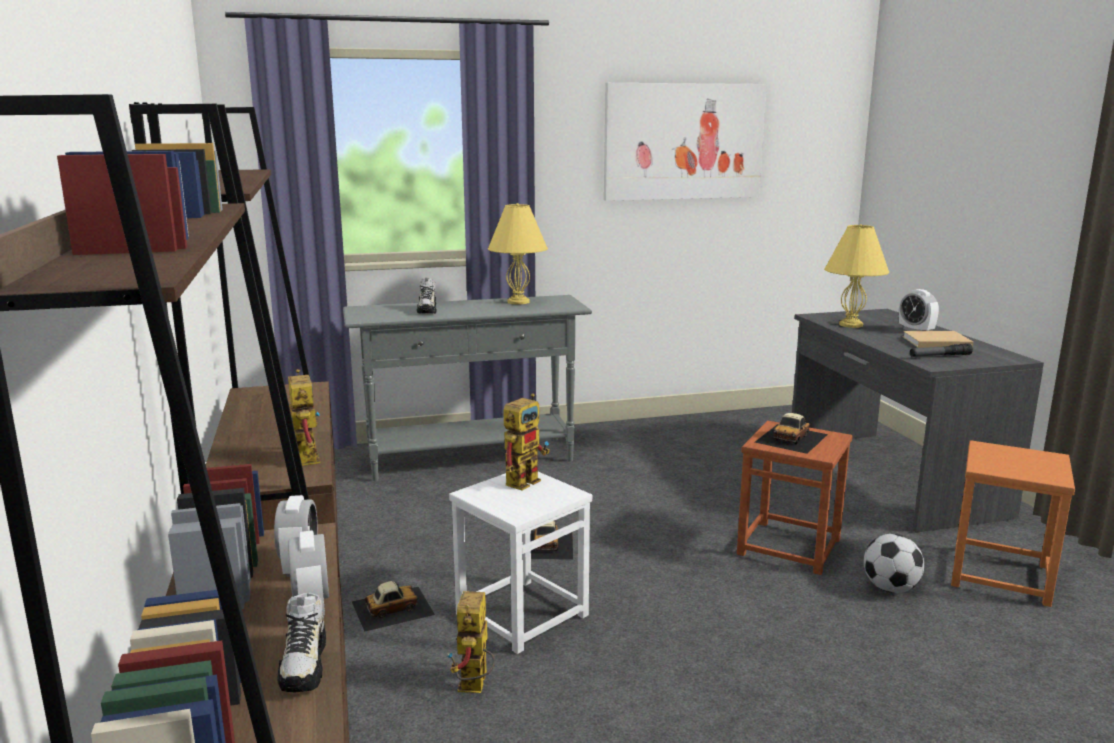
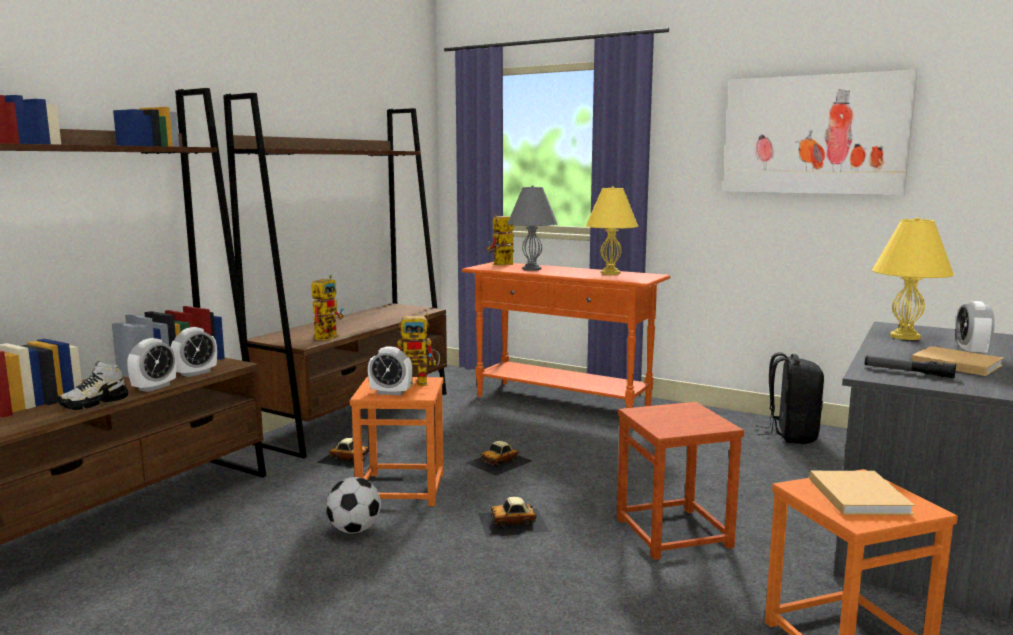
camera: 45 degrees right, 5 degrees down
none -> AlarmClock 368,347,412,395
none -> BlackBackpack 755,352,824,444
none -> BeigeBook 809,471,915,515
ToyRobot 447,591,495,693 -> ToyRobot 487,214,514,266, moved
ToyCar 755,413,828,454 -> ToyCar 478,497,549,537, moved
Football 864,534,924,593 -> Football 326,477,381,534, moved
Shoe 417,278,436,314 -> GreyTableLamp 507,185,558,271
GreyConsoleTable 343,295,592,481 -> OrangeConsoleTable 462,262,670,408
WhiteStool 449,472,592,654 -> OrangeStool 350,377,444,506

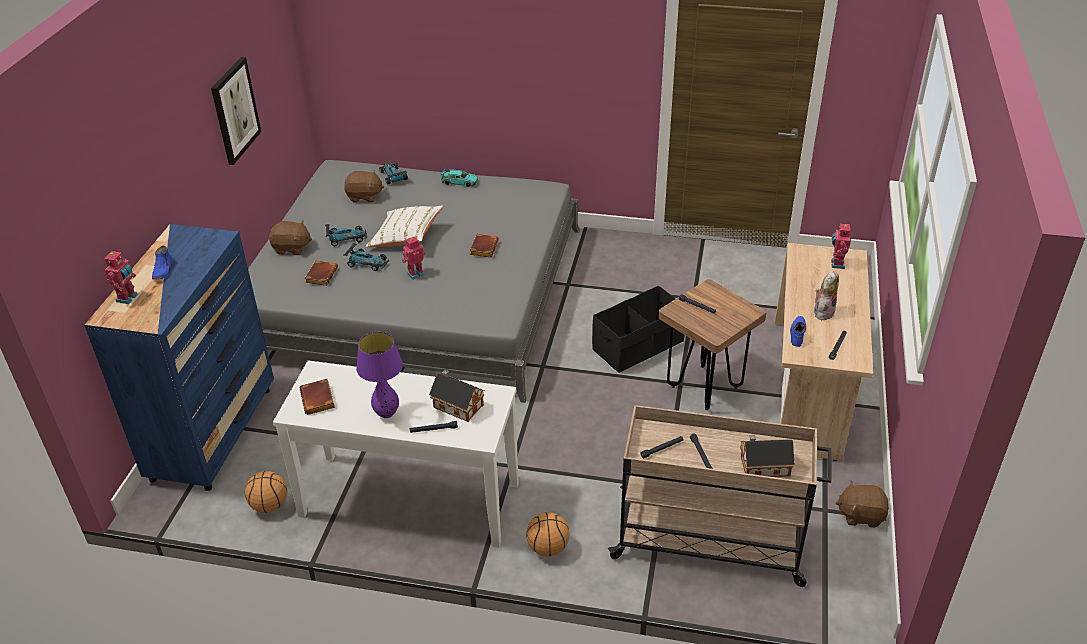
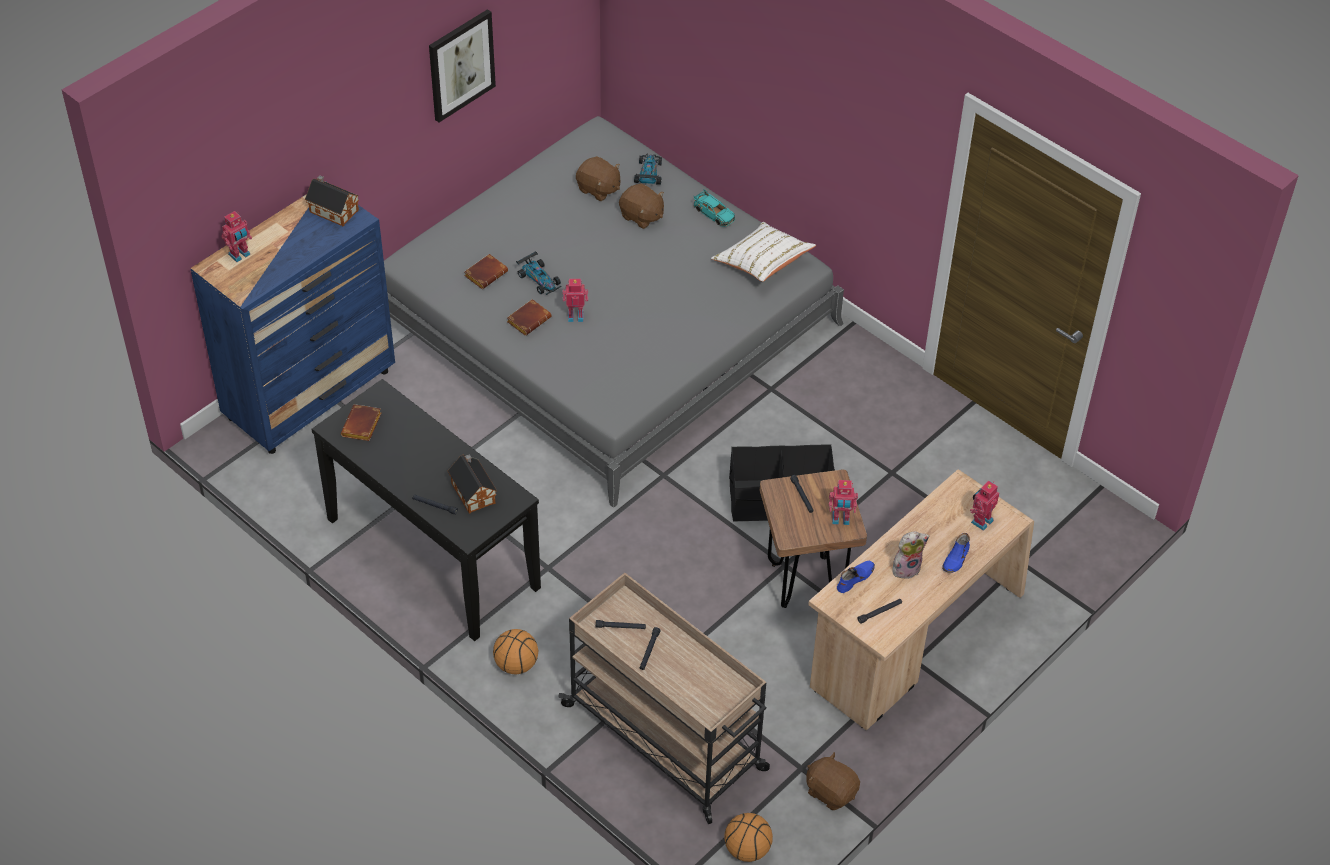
camera: 30 degrees right, 10 degrees up
ToyCar 325,224,367,246 -> none
PurpleTableLamp 356,332,403,418 -> none
none -> ToyRobot 829,480,858,525
BlueShoe 152,246,173,280 -> BlueShoe 942,533,970,573, moved
Basketball 245,471,287,513 -> Basketball 724,813,773,862, moved
BrownPlushToy 269,220,312,255 -> BrownPlushToy 619,183,664,229, moved
WhitePillow 366,205,443,247 -> WhitePillow 711,222,816,282, moved
BrownBook 470,234,499,258 -> BrownBook 507,299,552,336, moved
ToyHouse 740,435,795,477 -> ToyHouse 305,175,359,226, moved
WhiteConsoleTable 273,360,519,548 -> BlackConsoleTable 311,379,541,641

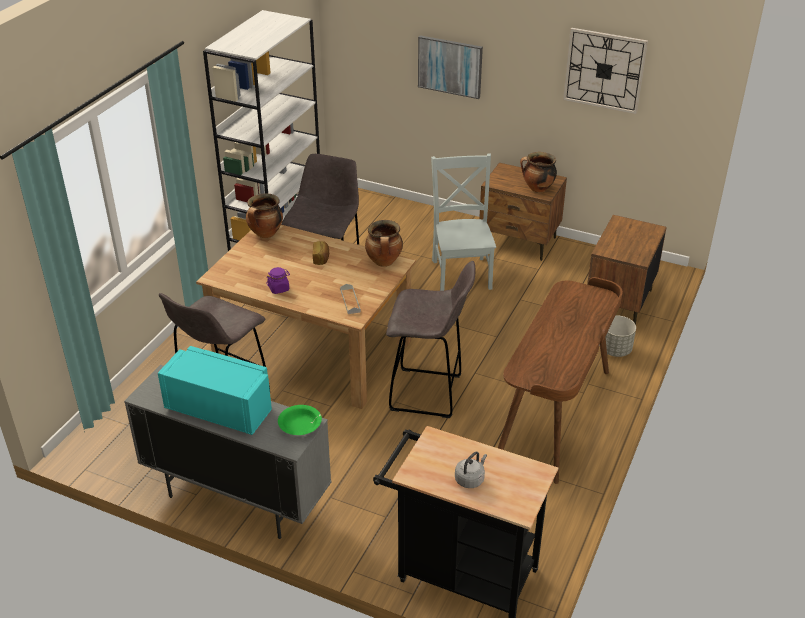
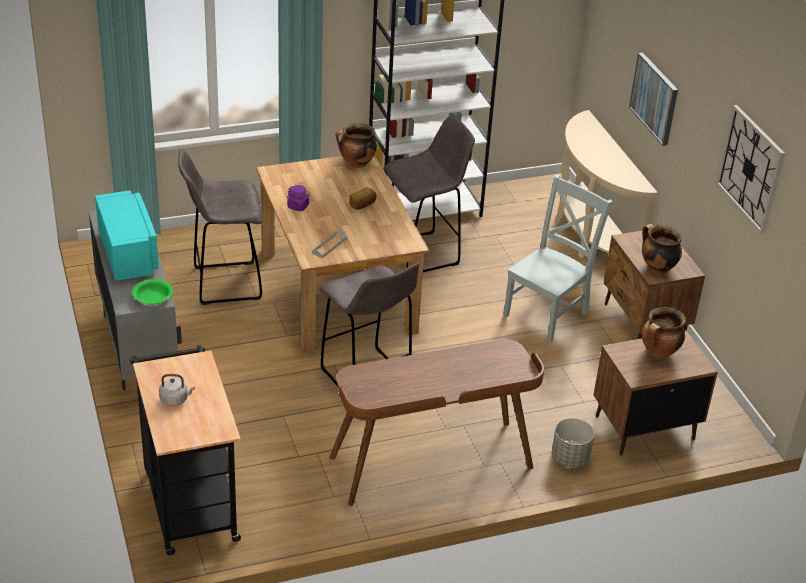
camera: 45 degrees right, 0 degrees up
none -> BeigeConsoleTable 555,110,658,258
CookingPot 365,220,403,267 -> CookingPot 642,307,686,359, moved

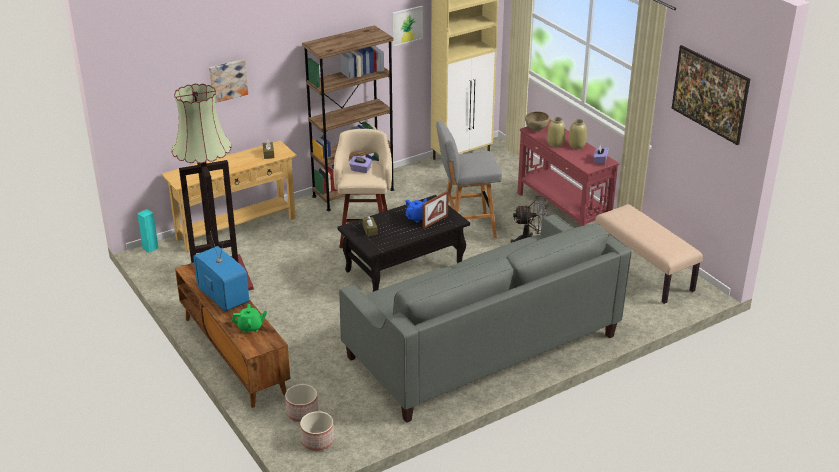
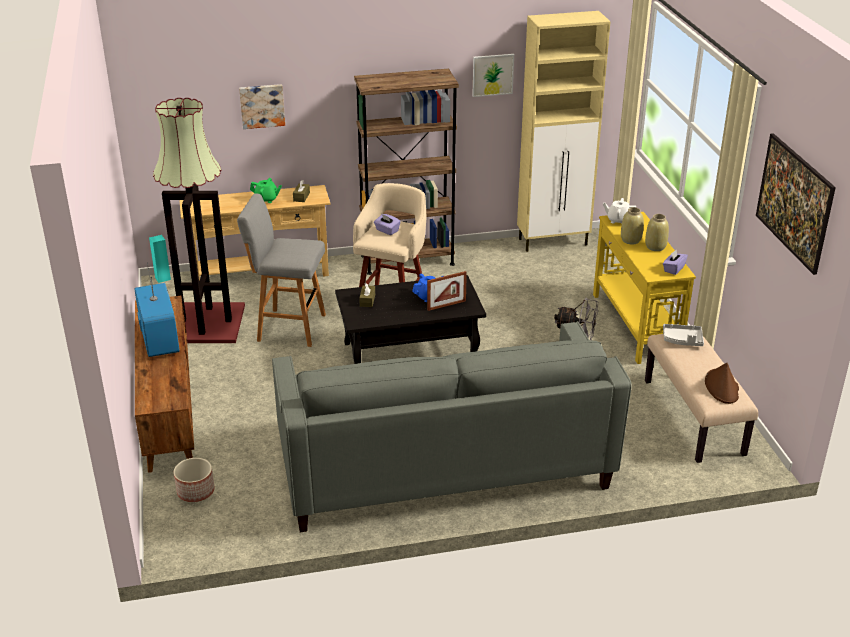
camera: 20 degrees right, 0 degrees up
Planter 300,411,334,451 -> none
none -> GreyTray 663,324,704,346
none -> BrownHat 705,363,739,404
GreenTeapot 232,304,267,333 -> GreenTeapot 250,178,282,203, moved
GreyStool 436,121,502,238 -> GreyStool 237,193,326,347, moved
BrownBowl 525,111,550,131 -> WhiteTeapot 603,198,636,224
RedConsoleTable 517,119,619,227 -> YellowConsoleTable 593,212,696,364

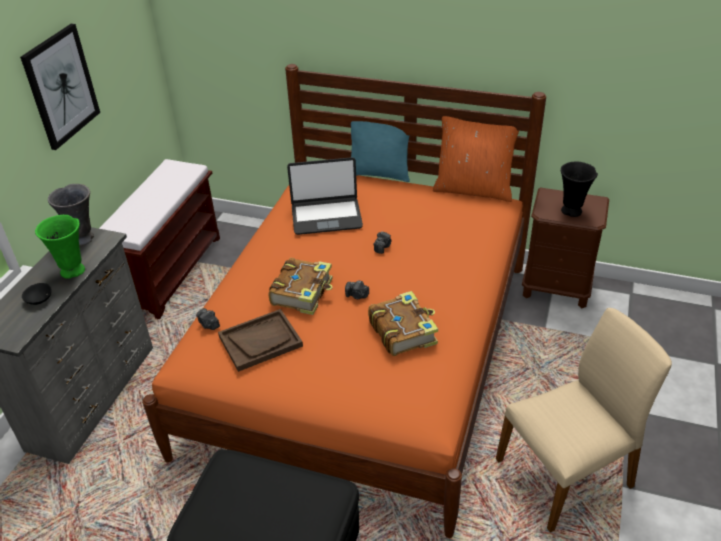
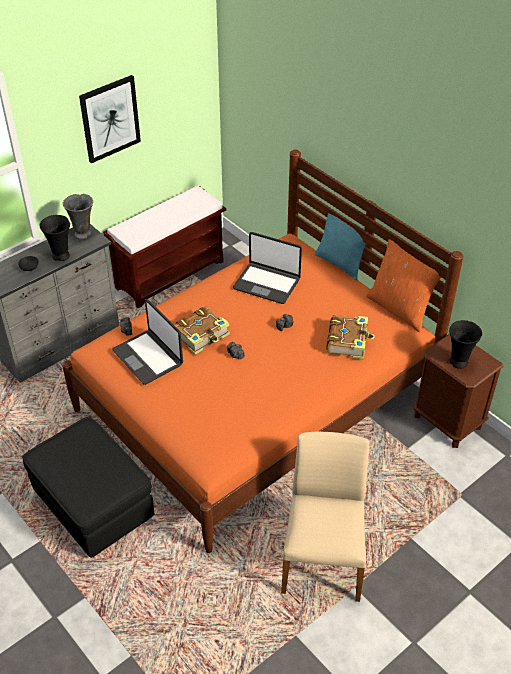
camera: 30 degrees right, 5 degrees up
Book 368,291,438,356 -> Book 327,314,375,360, moved
BrownTray 218,309,303,372 -> Laptop 112,299,183,385
GreenVase 35,215,85,279 -> BlackVase 40,215,70,261
BeigeChair 496,308,672,532 -> BeigeChair 281,431,370,602, 90 degrees counterclockwise

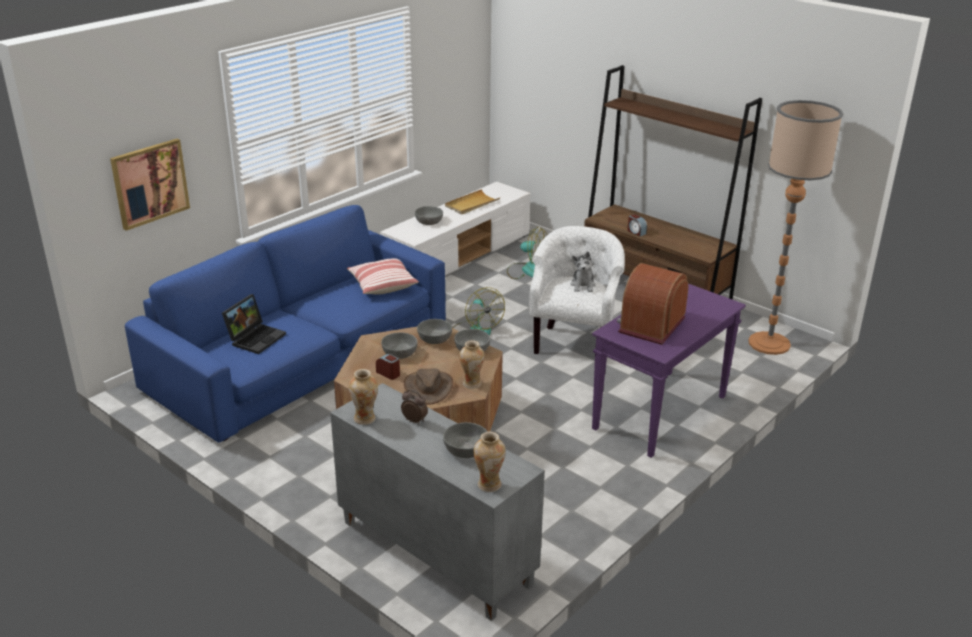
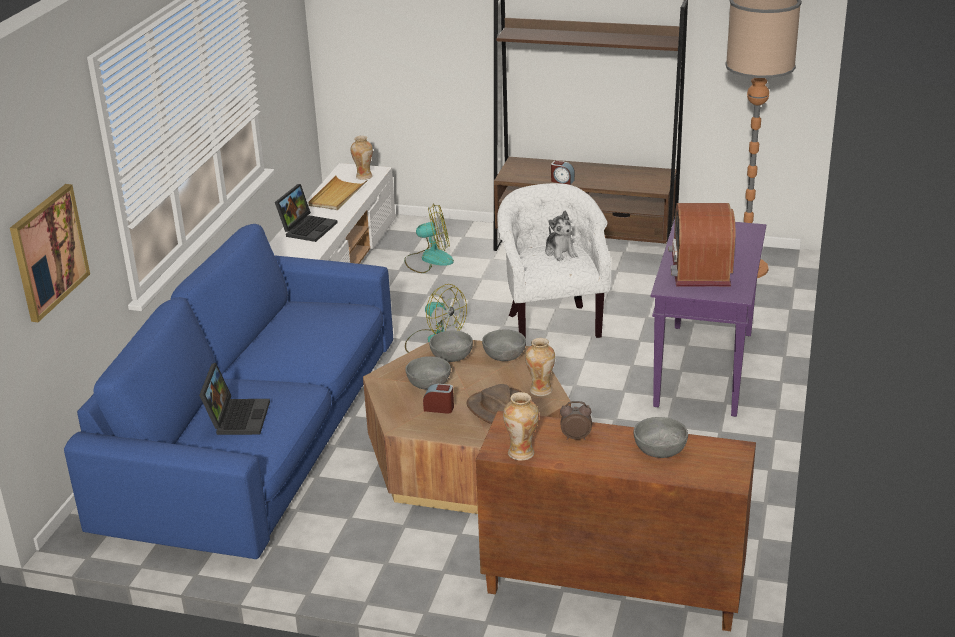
camera: 25 degrees left, 0 degrees up
Pillow 347,258,419,295 -> none
Vase 473,431,506,492 -> Vase 351,136,373,180, moved
GreyBowl 415,206,443,225 -> Laptop 275,184,338,242
GreyCabinet 330,383,545,621 -> BrownCabinet 476,411,756,631

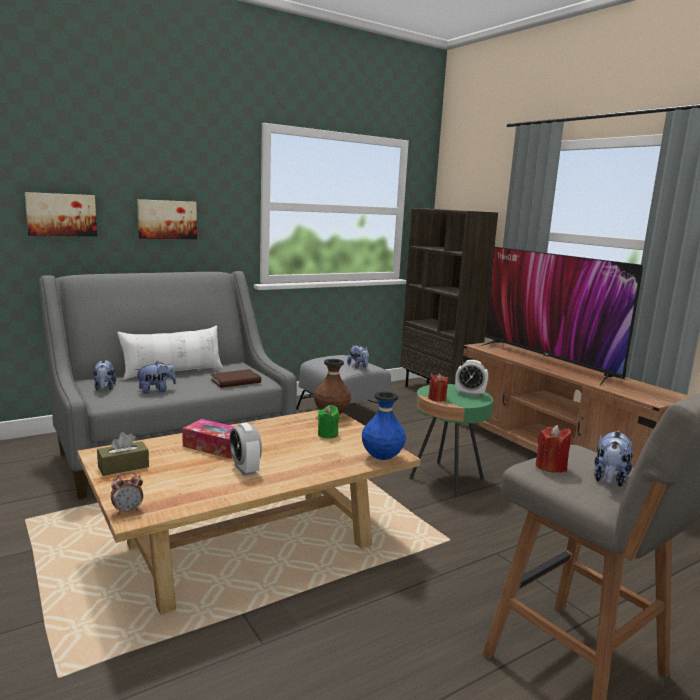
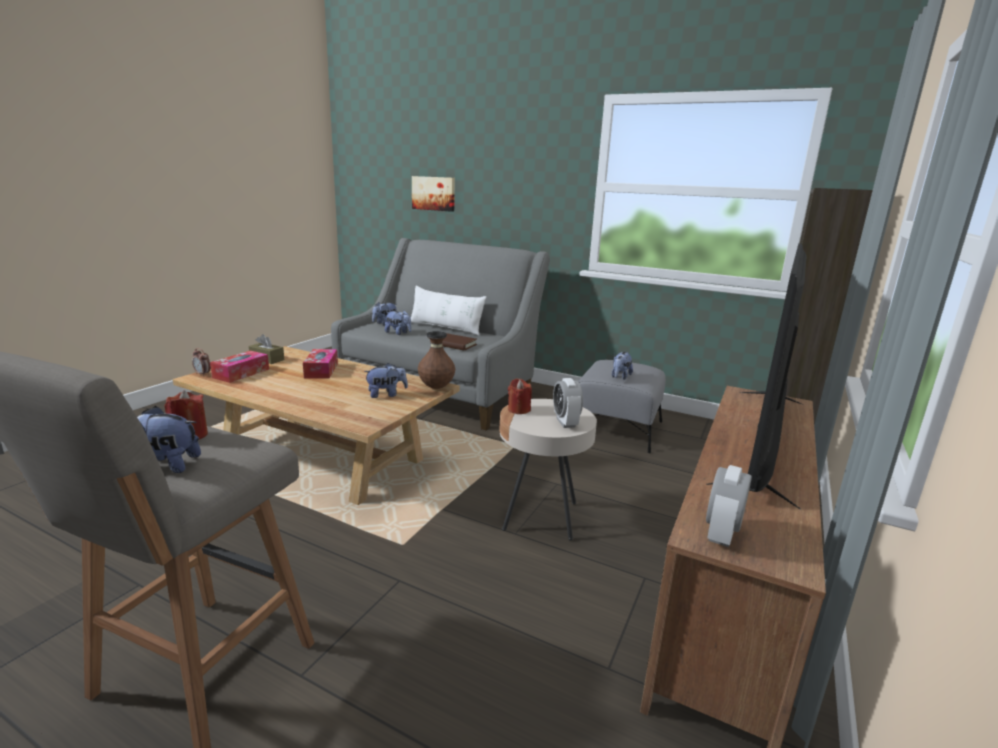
camera: 60 degrees right, 5 degrees up
Picture 137,199,197,239 -> none
BlueVase 362,392,406,460 -> none
none -> TissueBox 210,350,269,383
AlarmClock 230,423,262,476 -> AlarmClock 706,465,752,547, moved
GreenCandle 318,405,339,438 -> PlushToy 364,363,408,398
GreenSideTable 409,384,493,497 -> BeigeSideTable 499,399,597,541

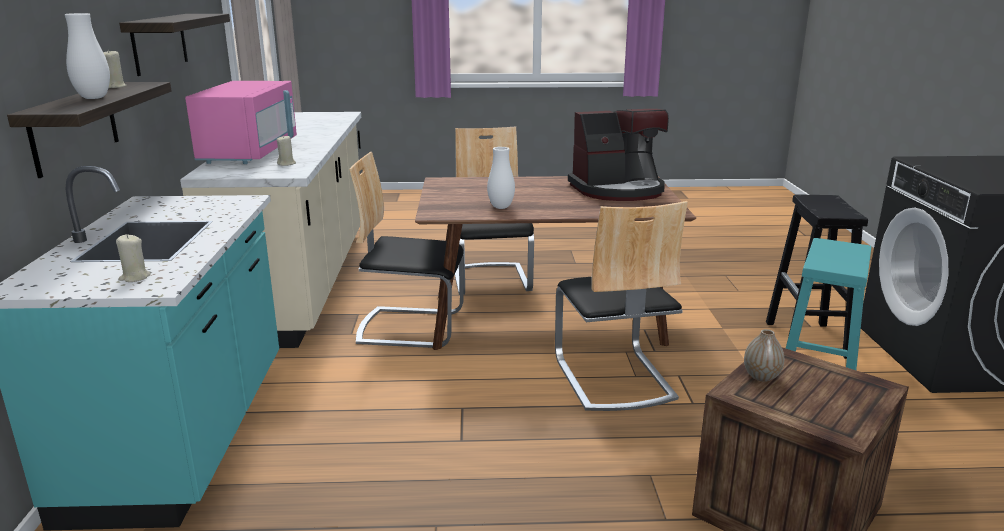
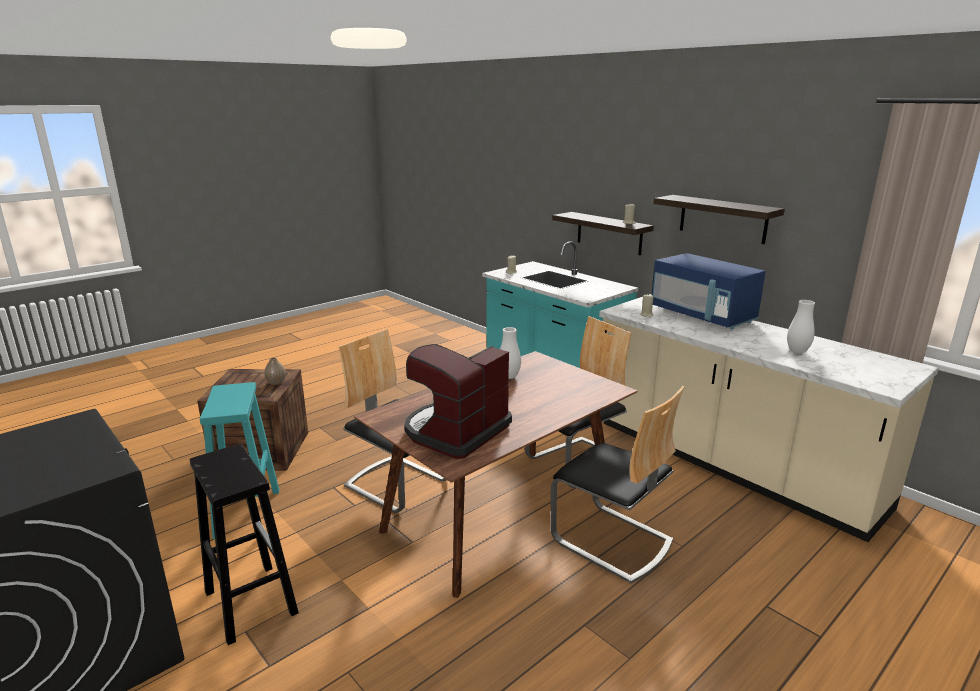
camera: 140 degrees right, 0 degrees up
WhiteVase 65,13,110,99 -> WhiteVase 787,300,815,354, moved
PinkMicrowave 185,81,297,164 -> BlueMicrowave 651,253,765,330

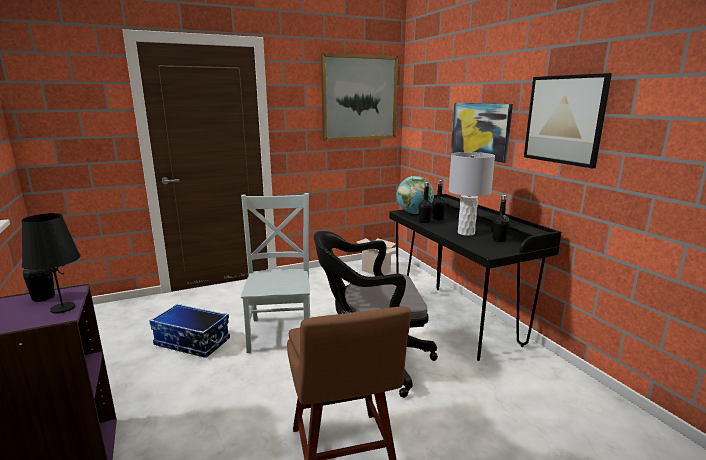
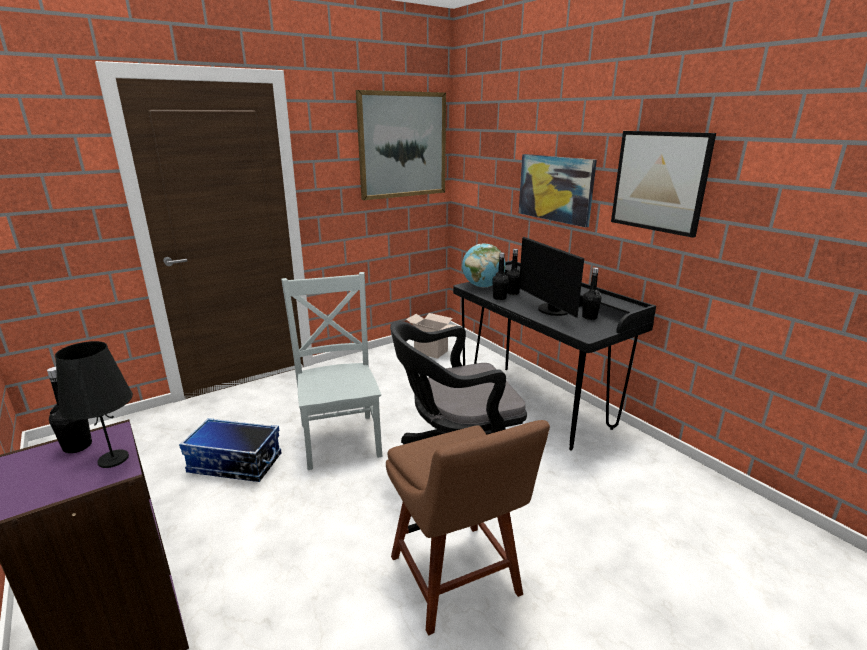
camera: 10 degrees left, 5 degrees up
GreyTableLamp 449,152,495,236 -> Monitor 519,237,584,318

